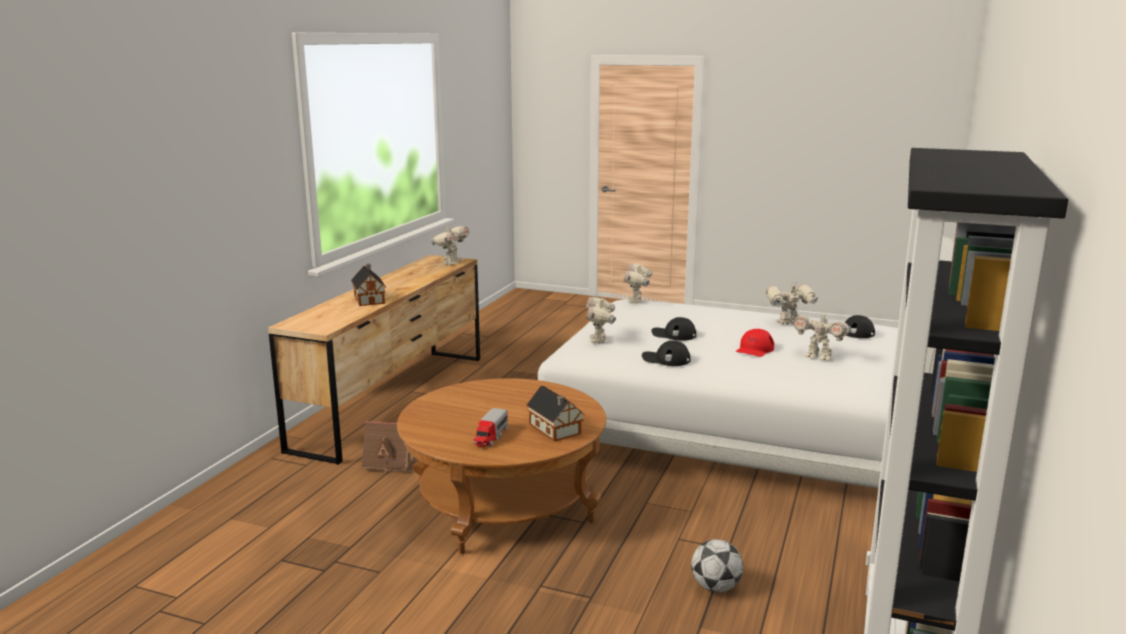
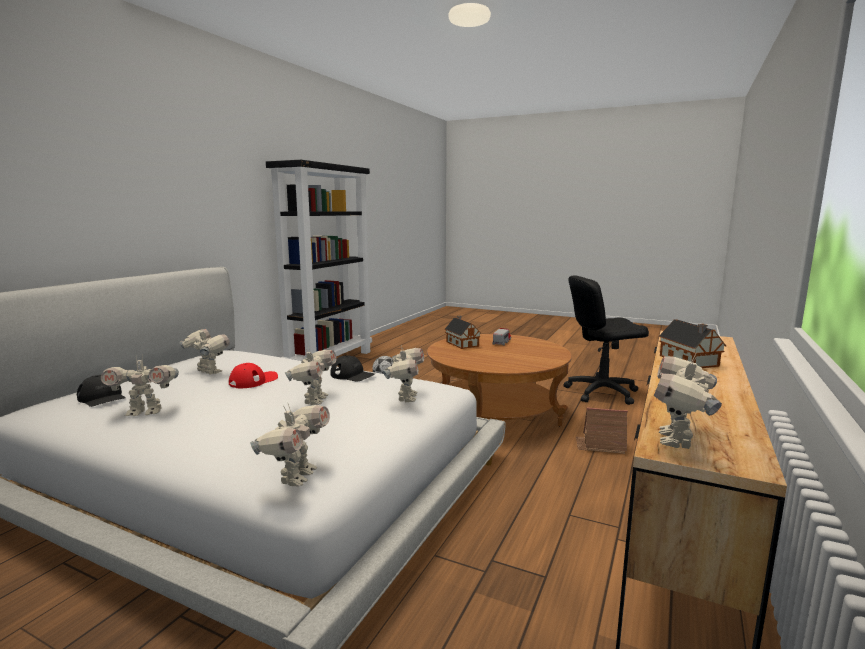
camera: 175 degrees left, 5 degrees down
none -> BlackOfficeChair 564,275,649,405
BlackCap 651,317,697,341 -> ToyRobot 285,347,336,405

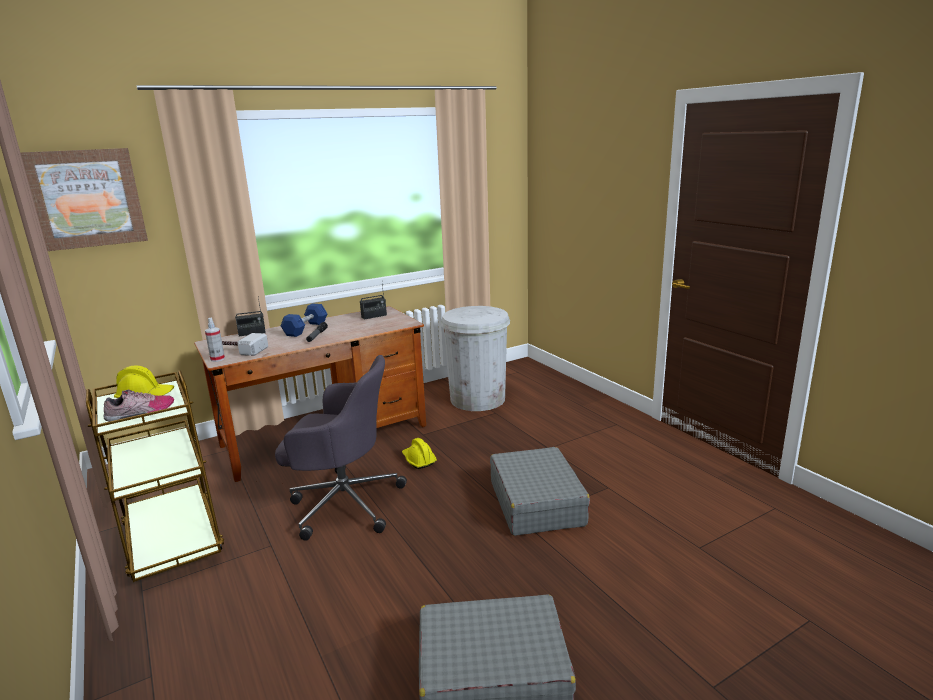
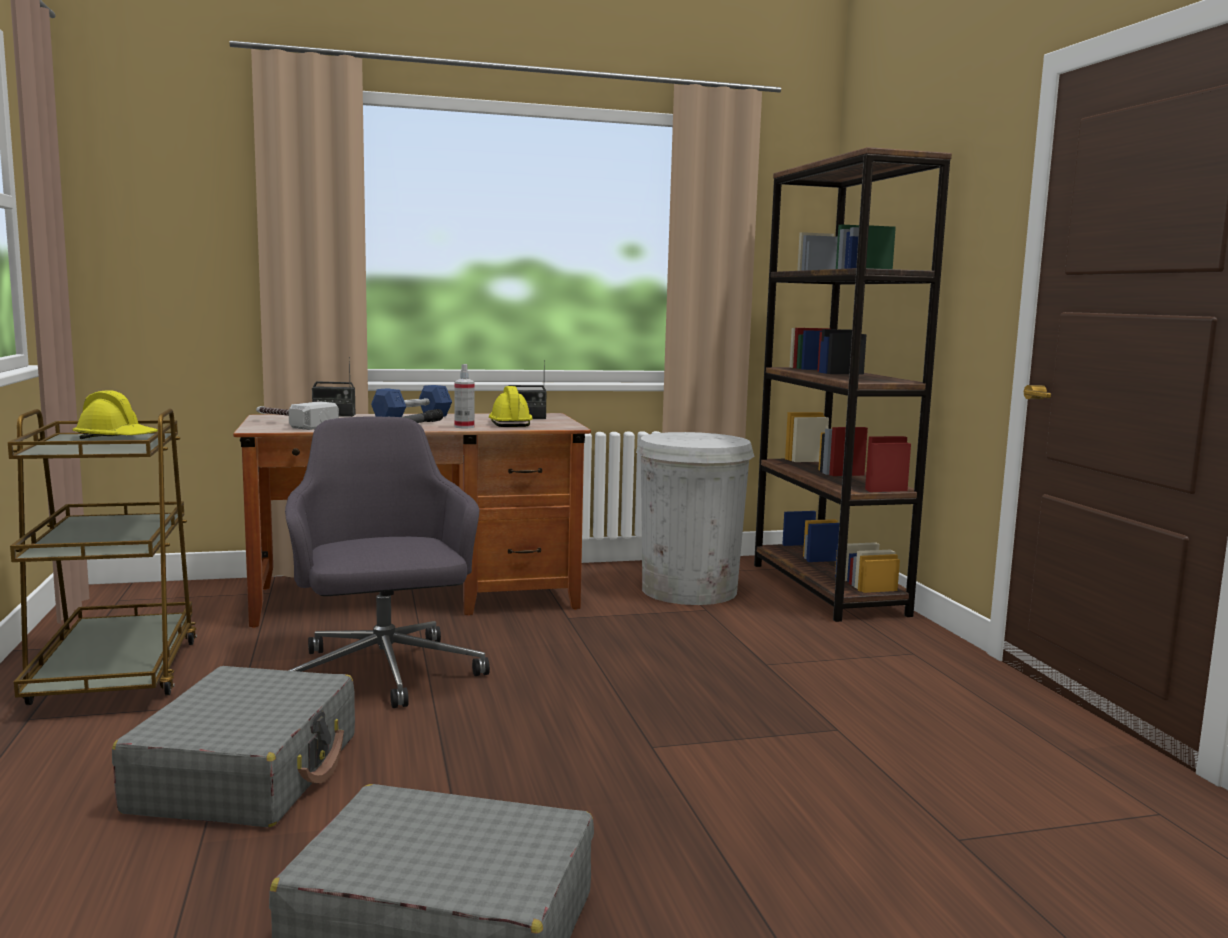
camera: 15 degrees right, 10 degrees down
Picture 20,148,148,251 -> none
Shoe 104,389,174,422 -> none
none -> BrownBookcase 754,147,952,622
SprayBottle 205,318,225,362 -> SprayBottle 454,364,475,428, moved
YellowHardHat 402,438,437,469 -> YellowHardHat 489,386,533,427, moved
GreySuitcase 490,447,590,536 -> GreySuitcase 112,666,355,827, moved
GreyOfficeChair 275,355,407,541 -> GreyOfficeChair 285,416,490,708, 135 degrees counterclockwise

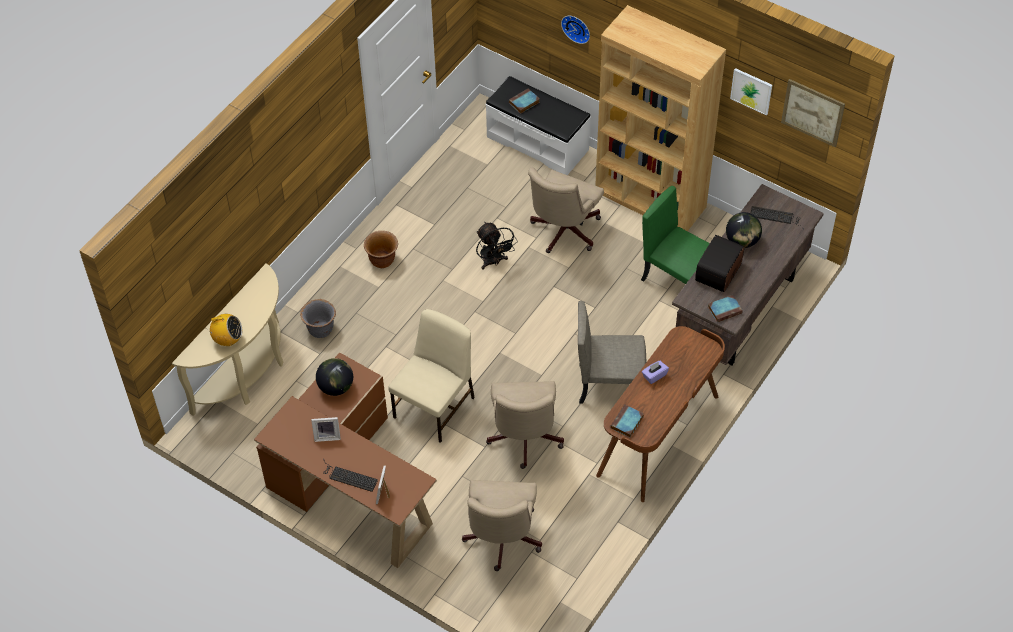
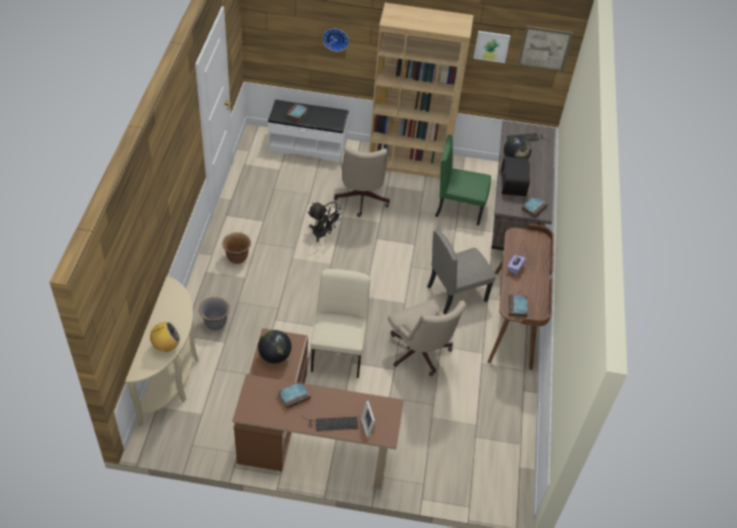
camera: 30 degrees left, 5 degrees down
BeigeOfficeChair 462,480,542,571 -> none
PictureFrame 311,417,341,442 -> Book 278,381,311,409

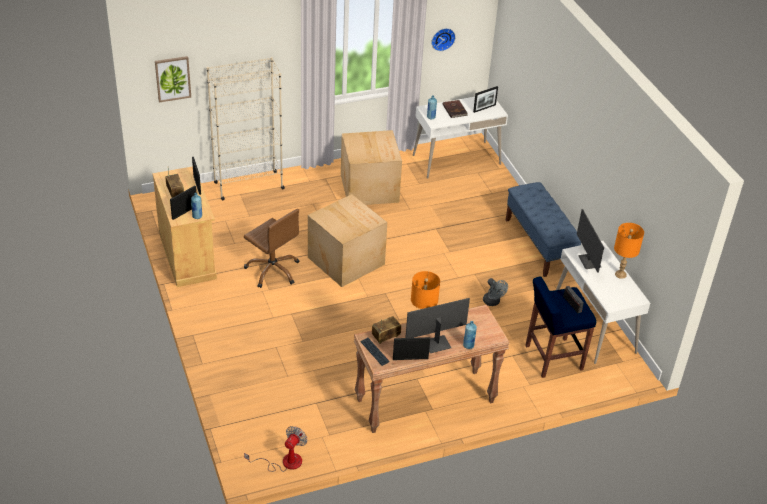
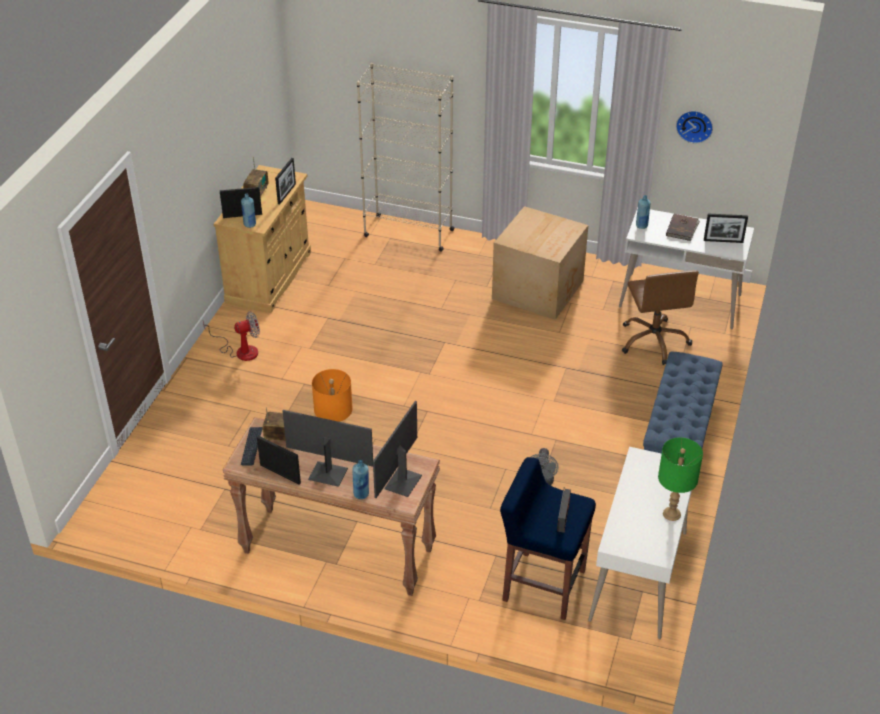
camera: 40 degrees right, 0 degrees up
Picture 155,56,191,102 -> none
CardboardBox 308,194,387,287 -> none
BrownOfficeChair 244,209,299,288 -> BrownOfficeChair 622,270,699,365, moved
Fan 244,426,307,472 -> Fan 203,311,260,361, moved
Monitor 577,209,604,273 -> Monitor 373,401,422,498, moved
OrangeTableLamp 614,223,644,279 -> GreenTableLamp 658,437,703,521

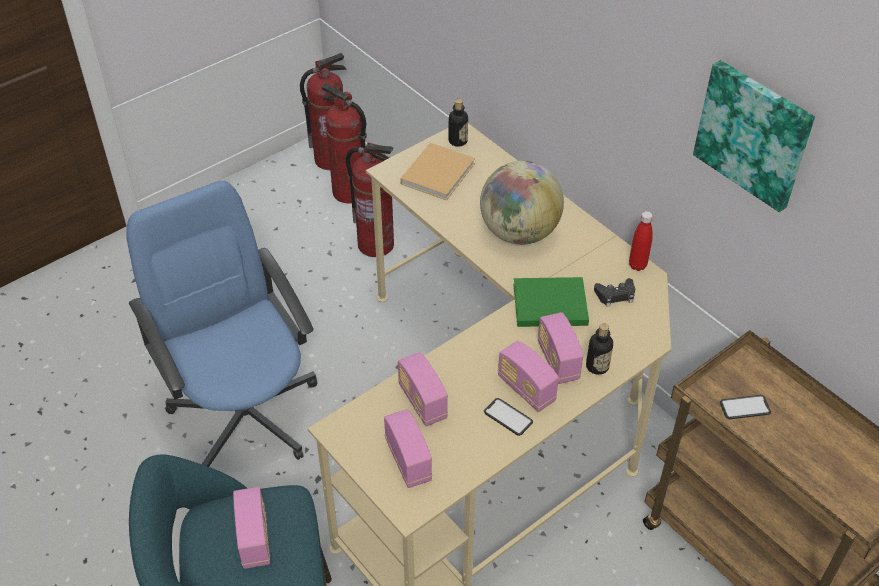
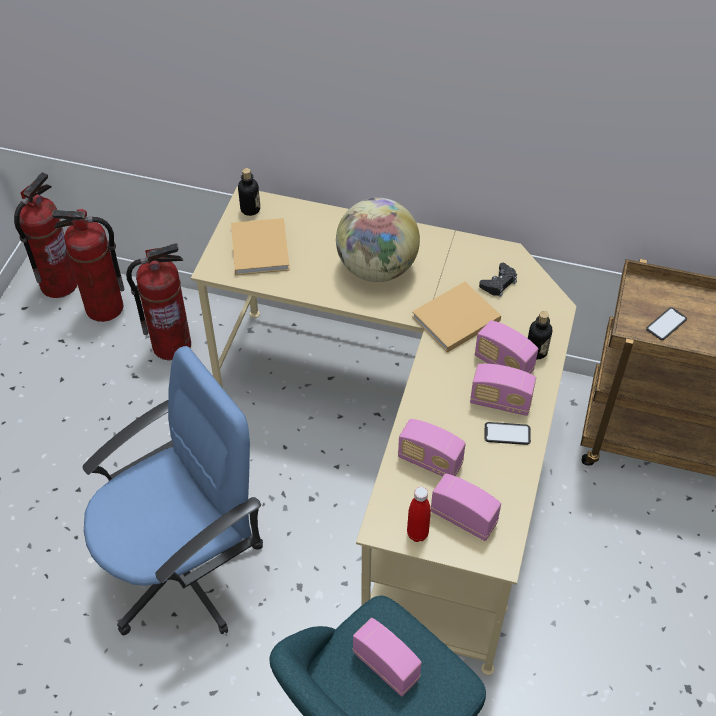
camera: 35 degrees left, 5 degrees up
Picture 693,60,815,212 -> none
RedBottle 629,211,653,271 -> RedBottle 407,487,431,542, moved
GreenBook 513,277,589,327 -> BeigeBook 412,282,501,353
BlueOfficeChair 127,181,317,467 -> BlueOfficeChair 83,346,263,635, 120 degrees clockwise

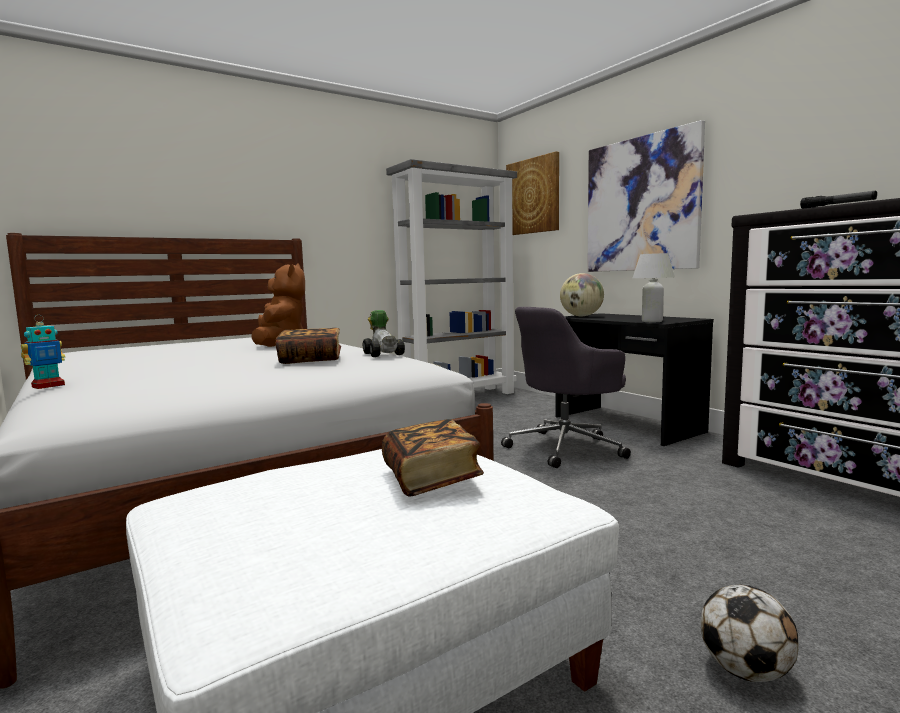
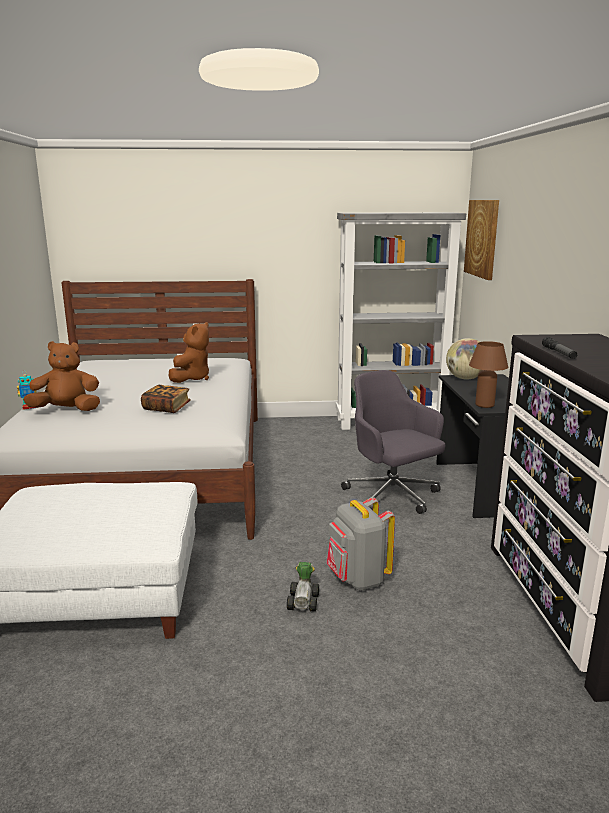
camera: 30 degrees right, 10 degrees up
Book 382,419,484,496 -> none
Picture 587,120,705,272 -> none
Football 700,584,799,682 -> none
none -> BrownPlushToy 23,341,100,411
none -> GreyBackpack 327,497,395,591
ToyCar 363,310,405,357 -> ToyCar 287,562,319,612, moved
WhiteTableLamp 633,253,675,322 -> BrownTableLamp 469,341,508,408
GreyOfficeChair 501,307,631,468 -> GreyOfficeChair 341,370,445,514, 60 degrees clockwise

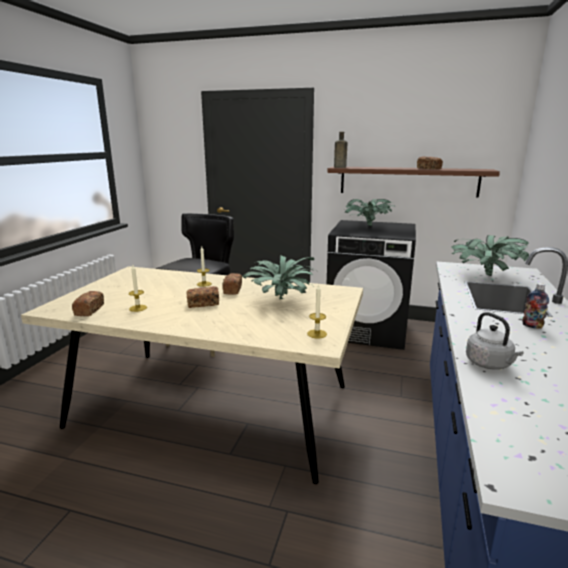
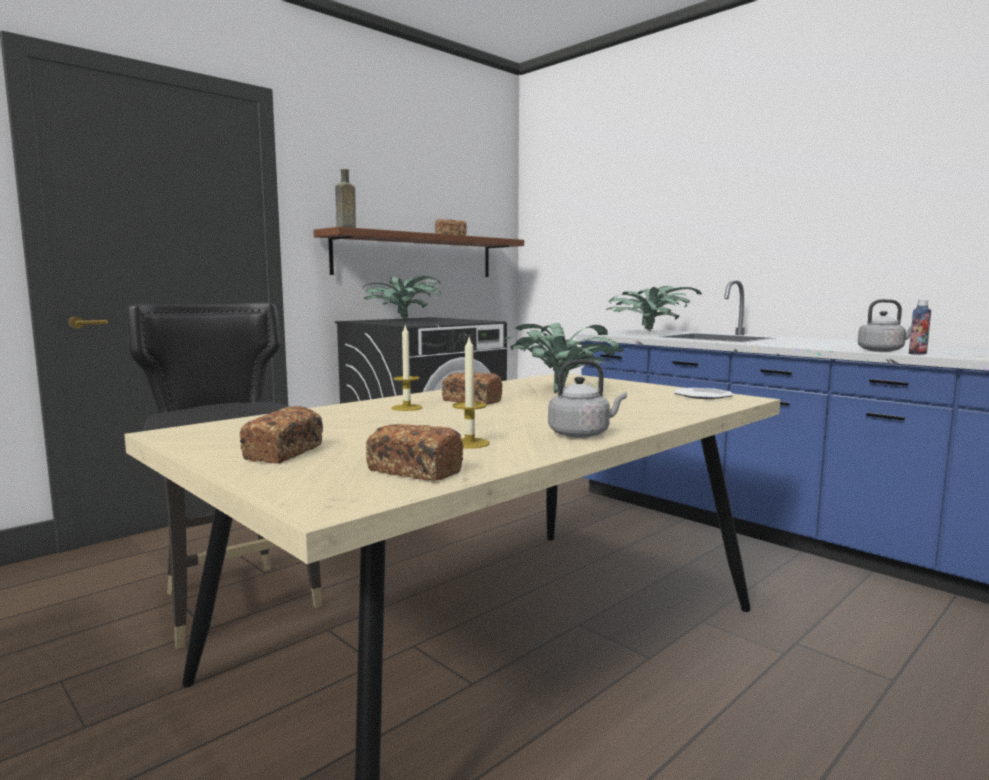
camera: 60 degrees left, 10 degrees down
none -> GreyKettle 548,360,627,438
Bread 186,286,219,308 -> Bread 240,406,323,463, moved
Bottle 522,283,549,329 -> Bottle 909,300,931,355, moved
Candle 307,284,327,339 -> Plate 674,388,733,399

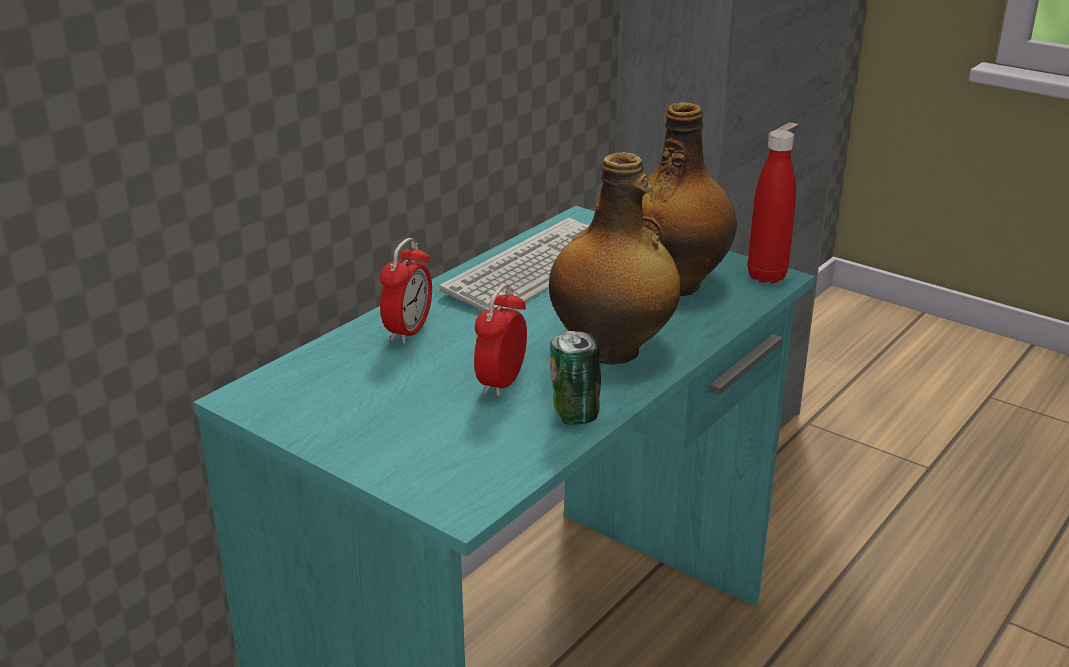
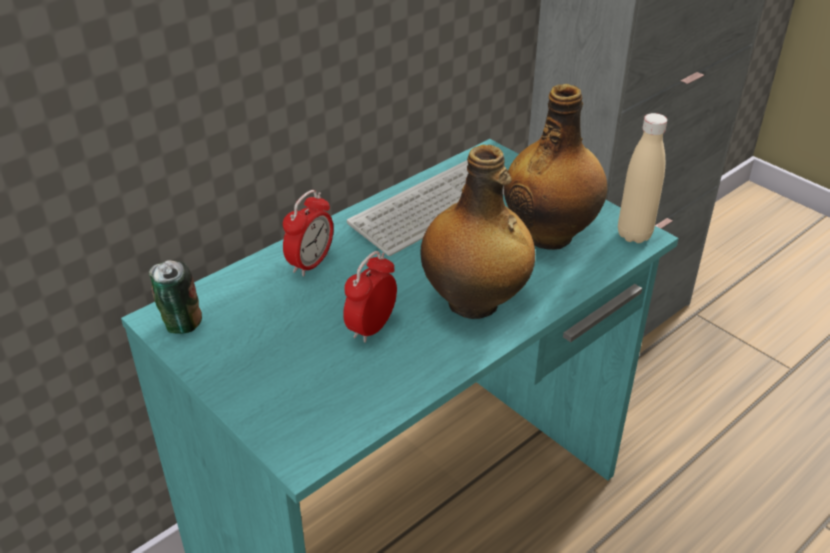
camera: 10 degrees right, 10 degrees up
Can 550,331,601,425 -> Can 149,260,202,334, moved
RedBottle 748,130,796,283 -> BeigeBottle 618,113,667,243

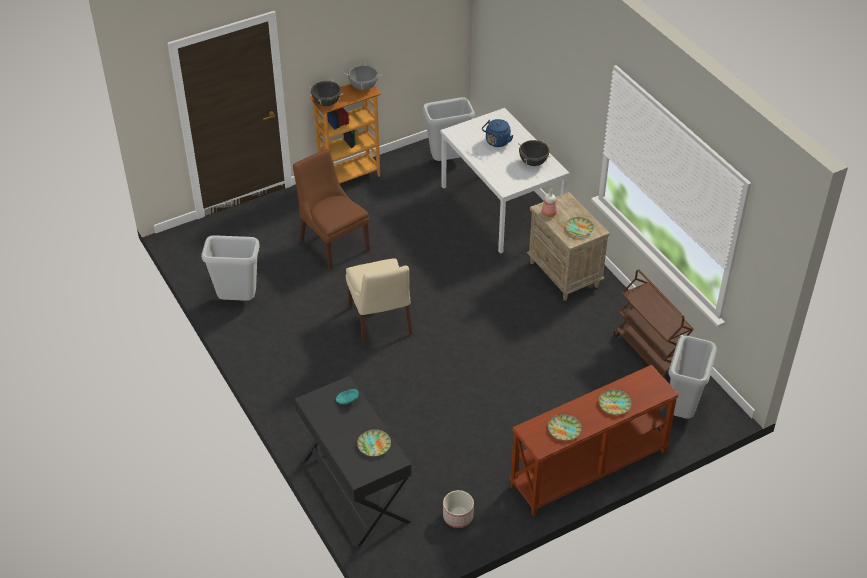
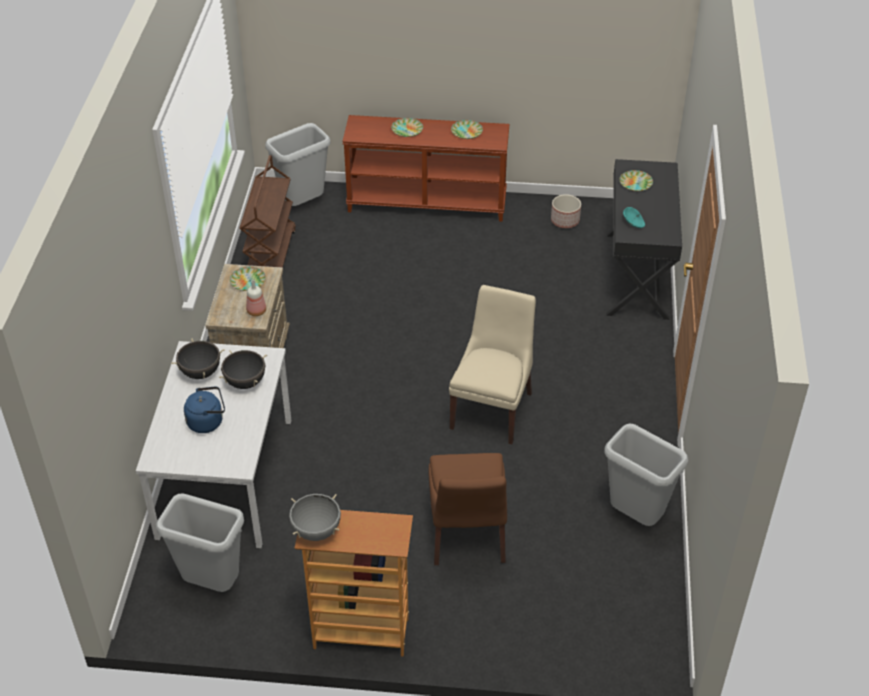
camera: 145 degrees left, 0 degrees up
BlackCookingPot 309,80,343,106 -> BlackCookingPot 219,350,267,389, moved

